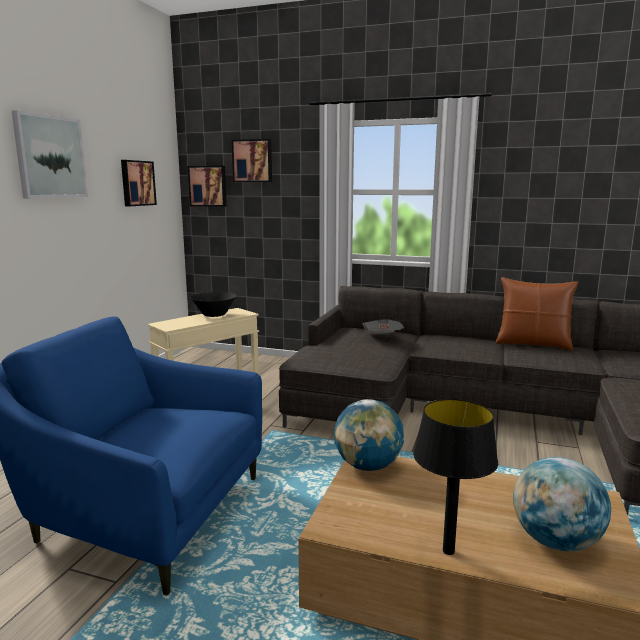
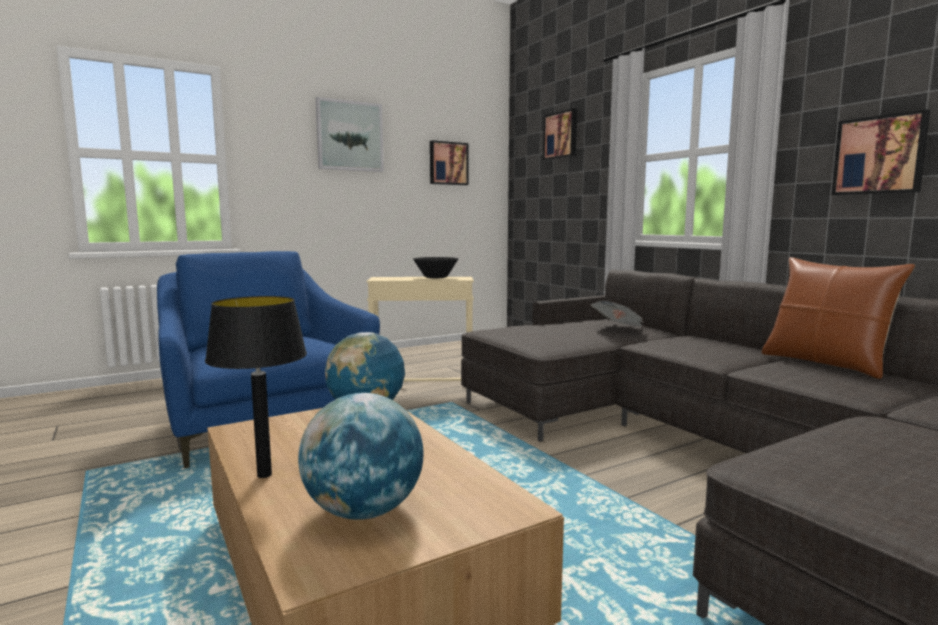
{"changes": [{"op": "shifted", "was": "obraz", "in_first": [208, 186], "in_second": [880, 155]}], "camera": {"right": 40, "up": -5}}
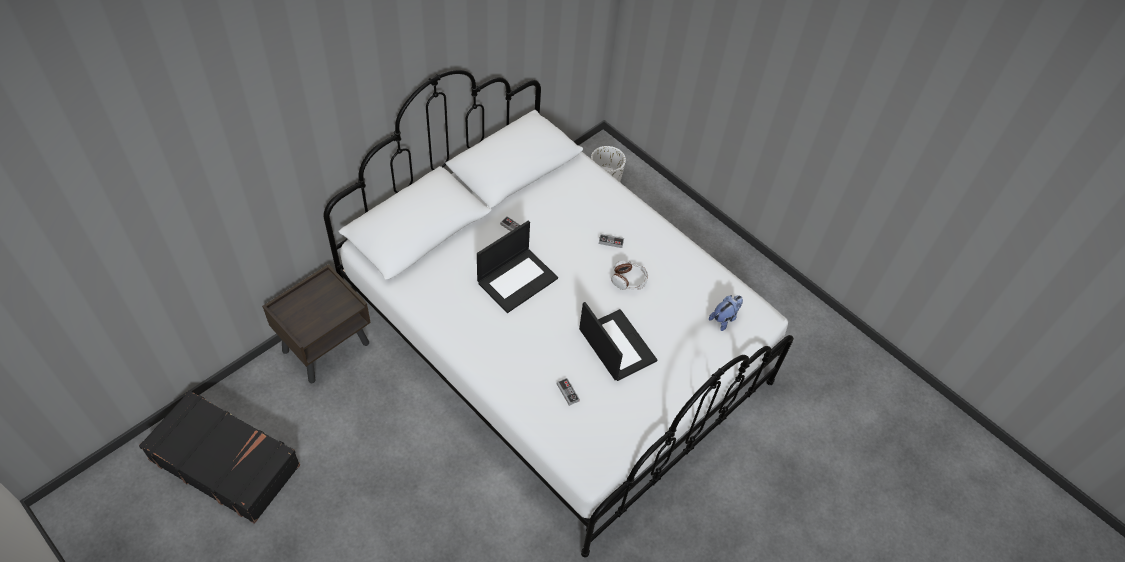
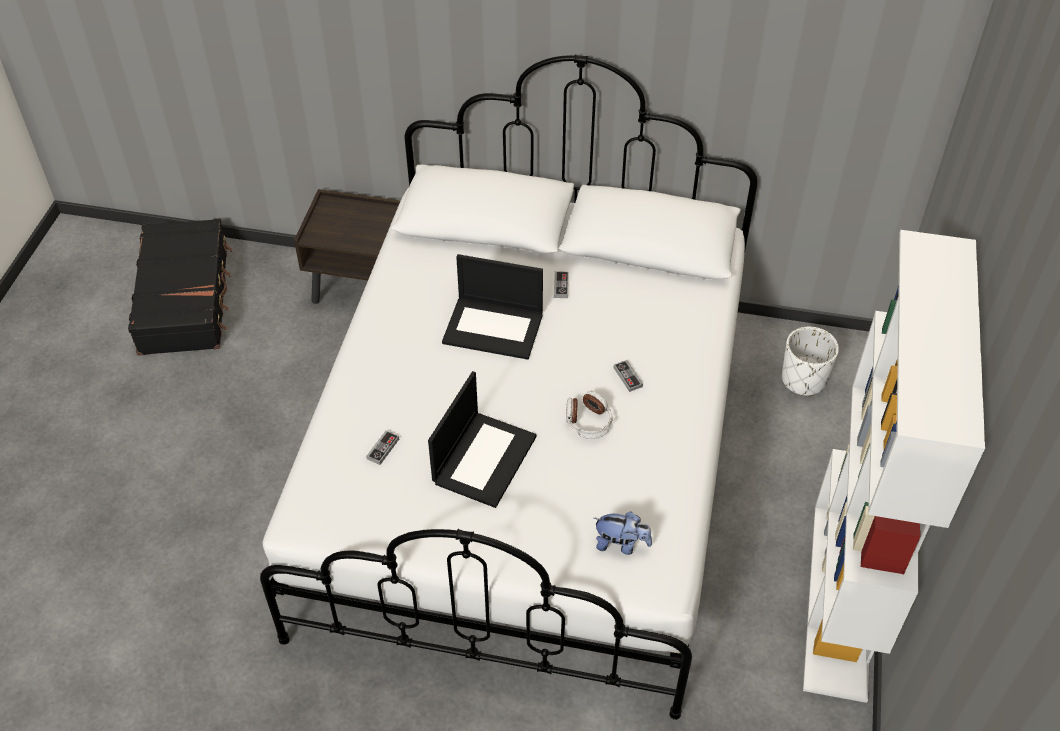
{"changes": [{"op": "new", "now": "regał/biały", "in_second": [840, 600]}], "camera": {"right": 60, "up": -5}}
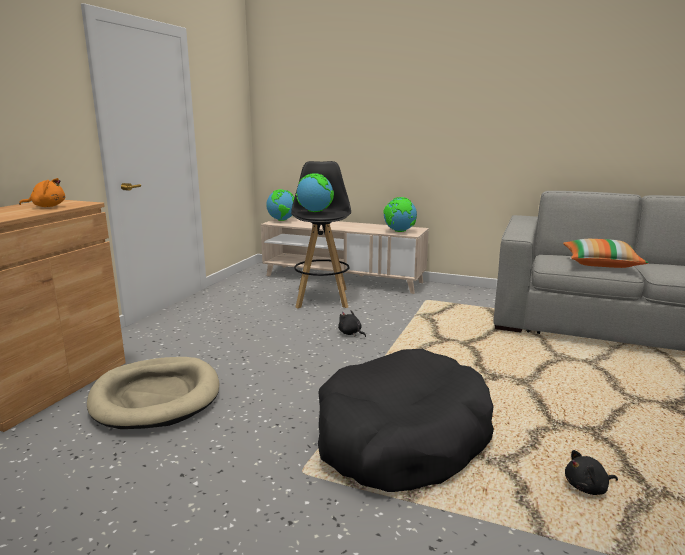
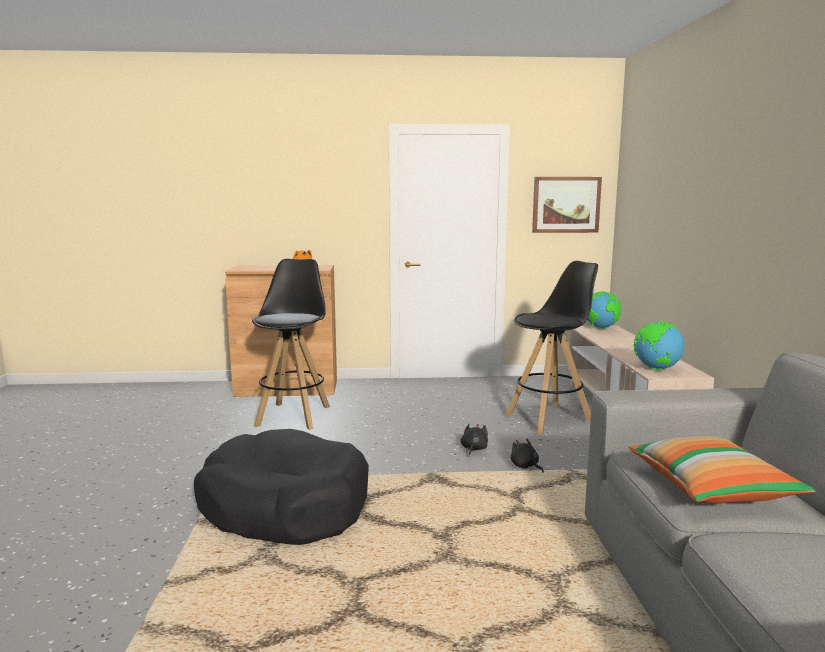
{"changes": [{"op": "swapped", "was": "legowisko/beżowy", "now": "stołek/czarny", "in_first": [156, 397], "in_second": [294, 415]}, {"op": "shifted", "was": "pluszak/czarny", "in_first": [588, 487], "in_second": [525, 466]}, {"op": "new", "now": "obraz", "in_second": [566, 204]}, {"op": "gone", "was": "globus", "in_first": [315, 211]}], "camera": {"right": 65, "up": -5}}
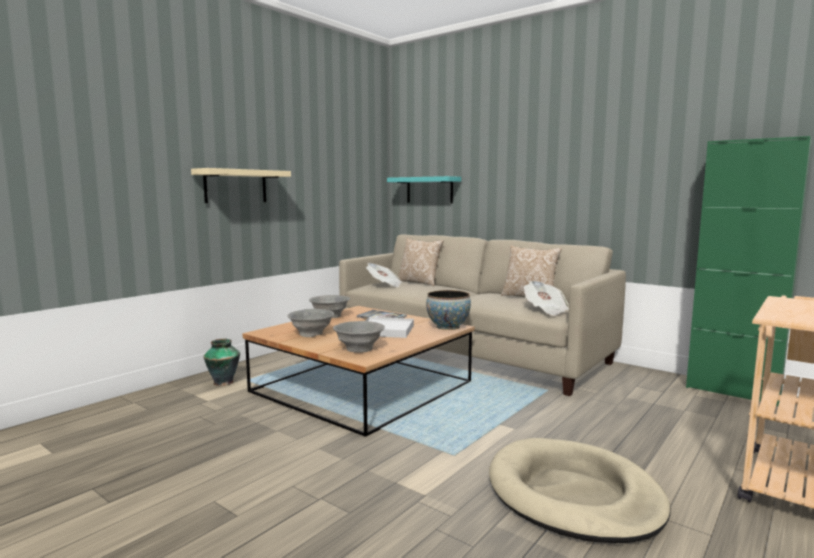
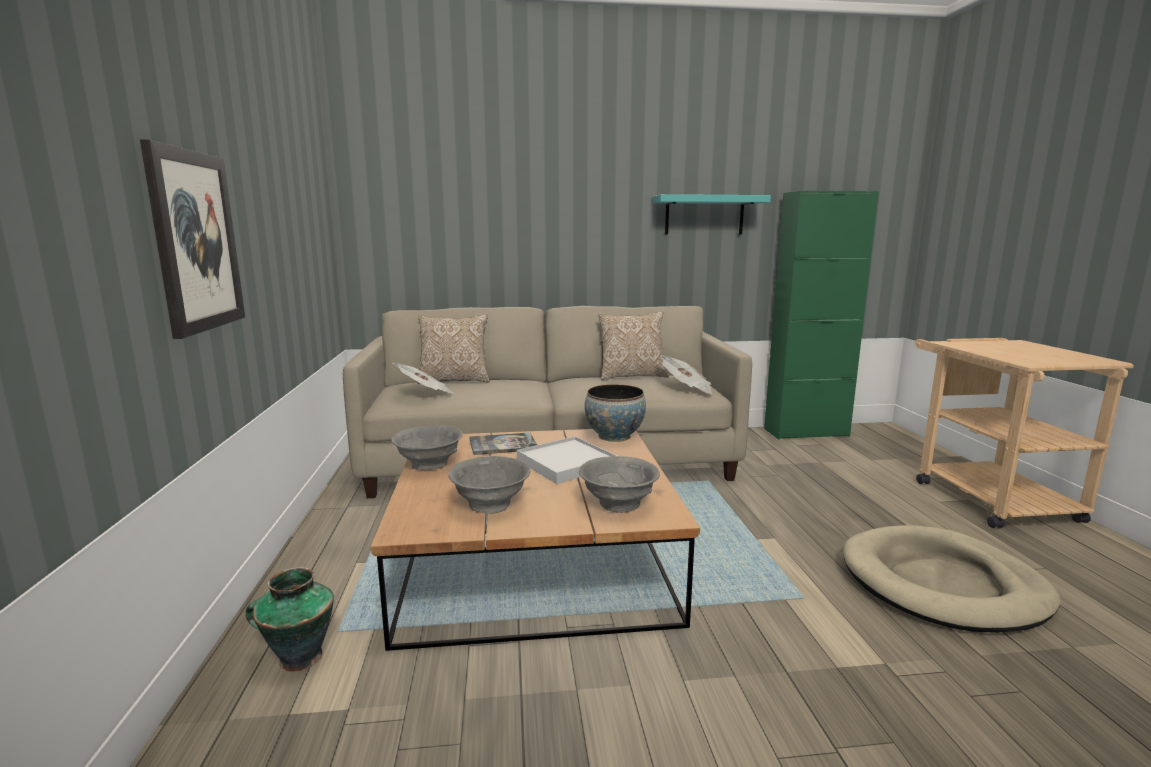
{"changes": [{"op": "swapped", "was": "półka/beżowy", "now": "obraz", "in_first": [235, 186], "in_second": [196, 241]}, {"op": "shifted", "was": "półka/turkusowy", "in_first": [429, 190], "in_second": [704, 215]}], "camera": {"right": -45, "up": 5}}
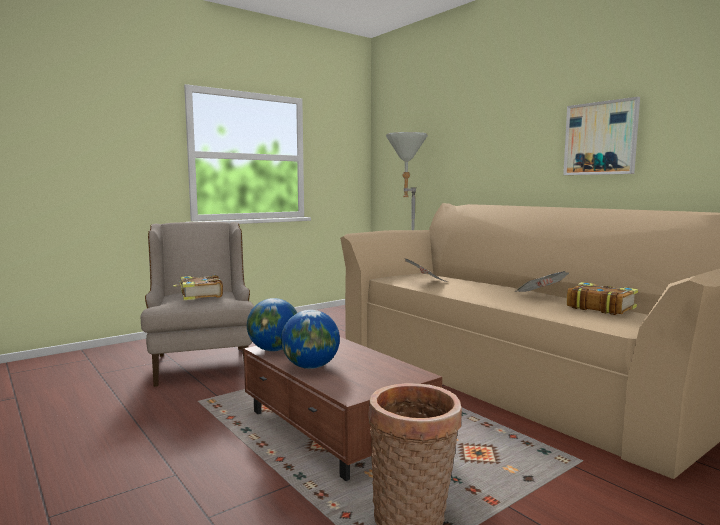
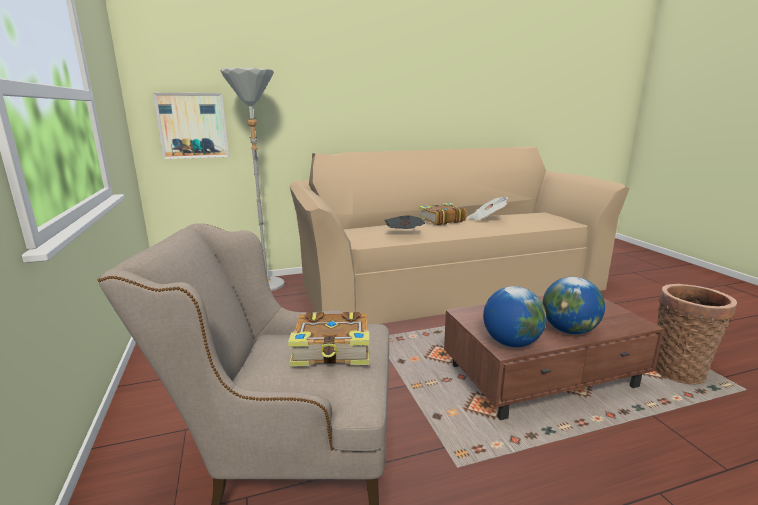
{"changes": [{"op": "shifted", "was": "obraz", "in_first": [600, 138], "in_second": [193, 126]}, {"op": "shifted", "was": "książka", "in_first": [600, 307], "in_second": [441, 220]}], "camera": {"right": -70, "up": 10}}
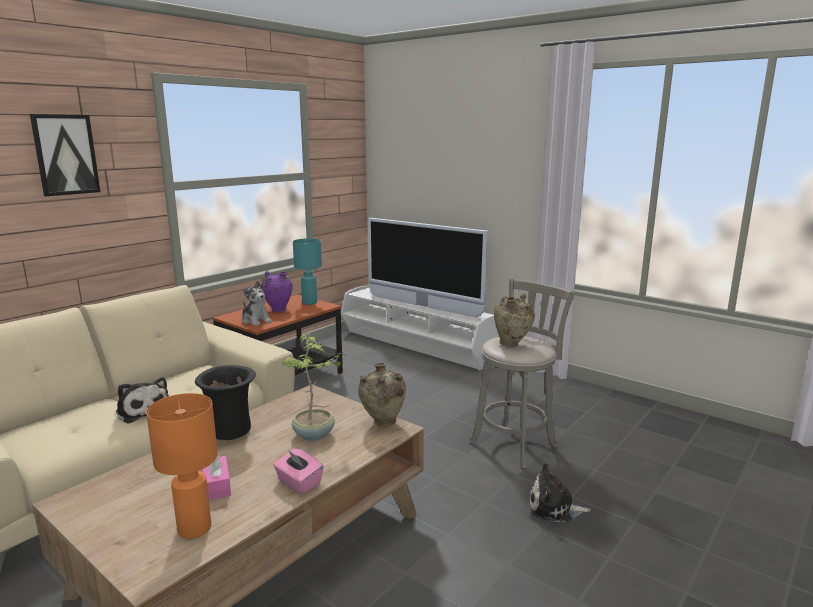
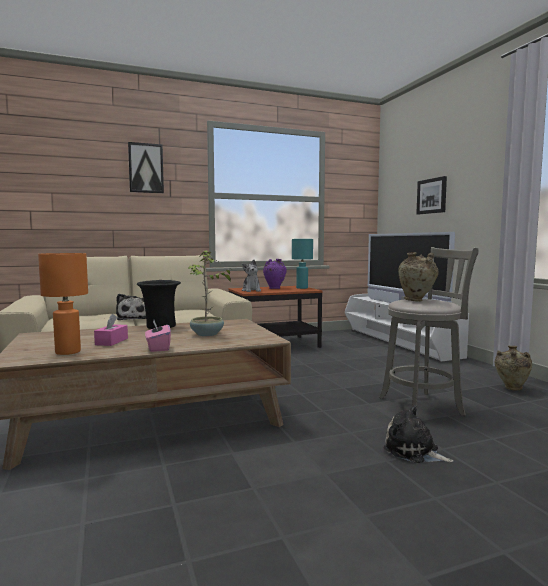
{"changes": [{"op": "new", "now": "obraz", "in_second": [432, 196]}, {"op": "shifted", "was": "wazon/beżowy", "in_first": [382, 423], "in_second": [511, 388]}], "camera": {"right": 30, "up": -10}}
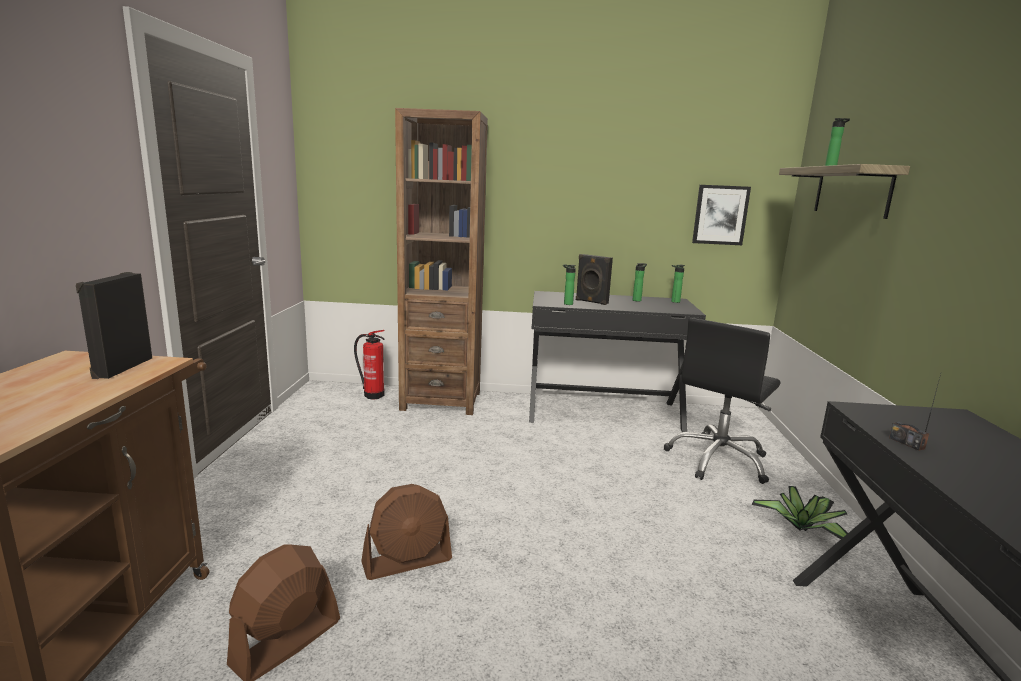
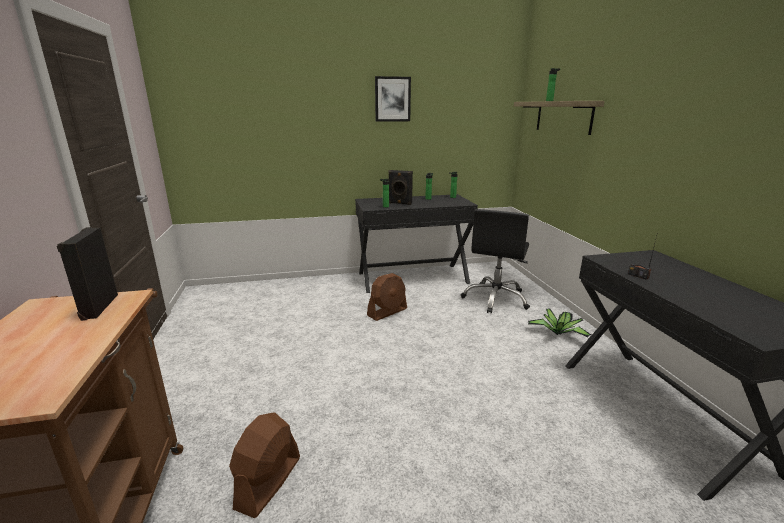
{"changes": [{"op": "shifted", "was": "wentylator/brązowy", "in_first": [407, 561], "in_second": [387, 312]}, {"op": "shifted", "was": "obraz", "in_first": [720, 215], "in_second": [392, 99]}, {"op": "gone", "was": "gaśnica", "in_first": [372, 395]}, {"op": "gone", "was": "regał/brązowy", "in_first": [441, 401]}], "camera": {"right": -15, "up": 5}}
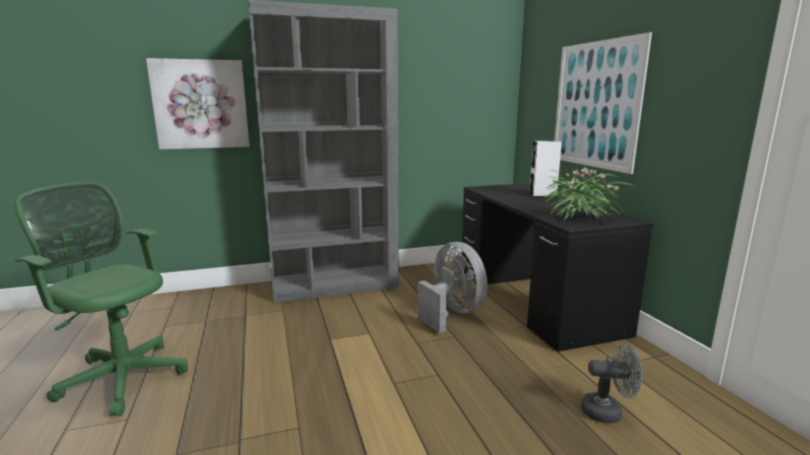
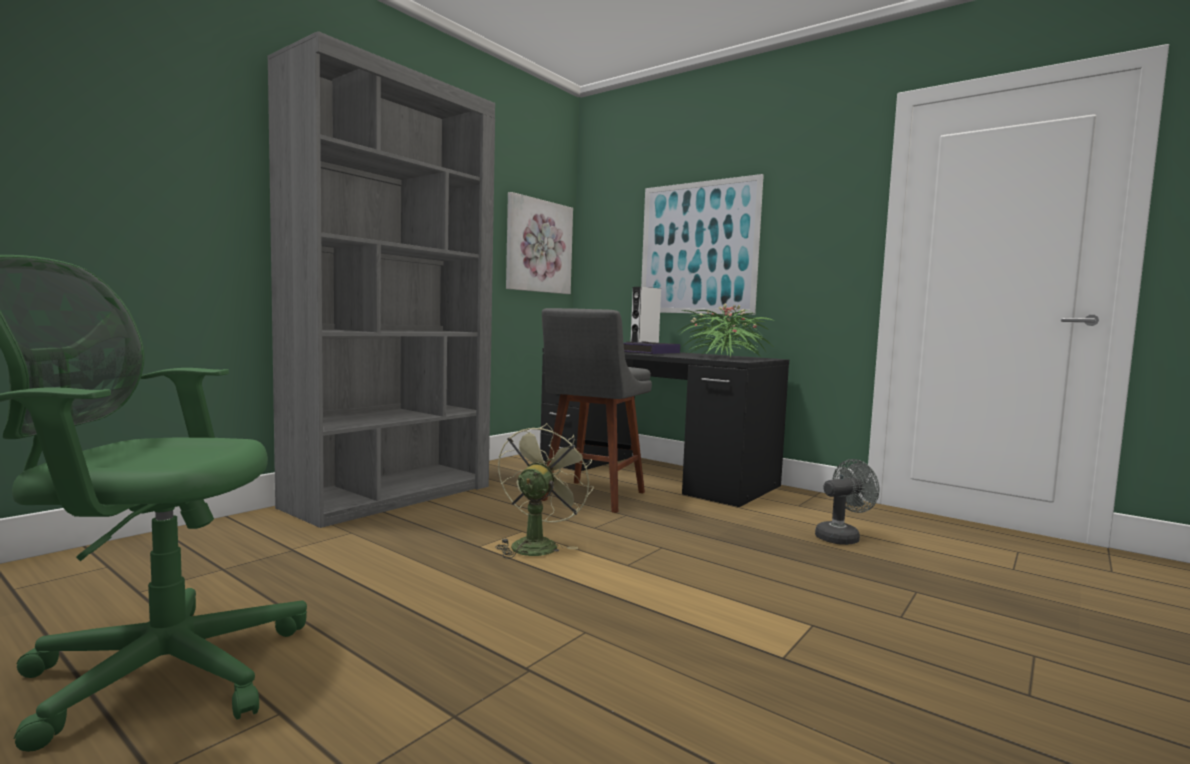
{"changes": [{"op": "new", "now": "wentylator/zielony", "in_second": [537, 544]}, {"op": "shifted", "was": "obraz", "in_first": [201, 104], "in_second": [538, 246]}, {"op": "swapped", "was": "wentylator/szary", "now": "stołek/szary", "in_first": [452, 313], "in_second": [591, 497]}, {"op": "new", "now": "książka", "in_second": [649, 353]}], "camera": {"right": -35, "up": -10}}
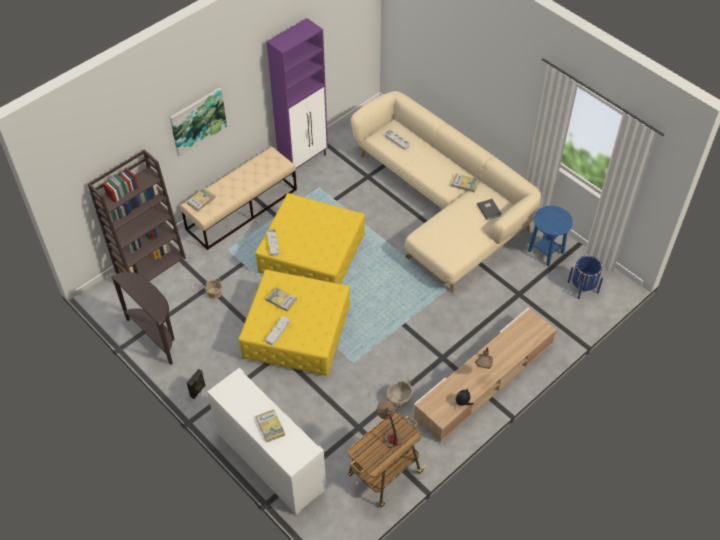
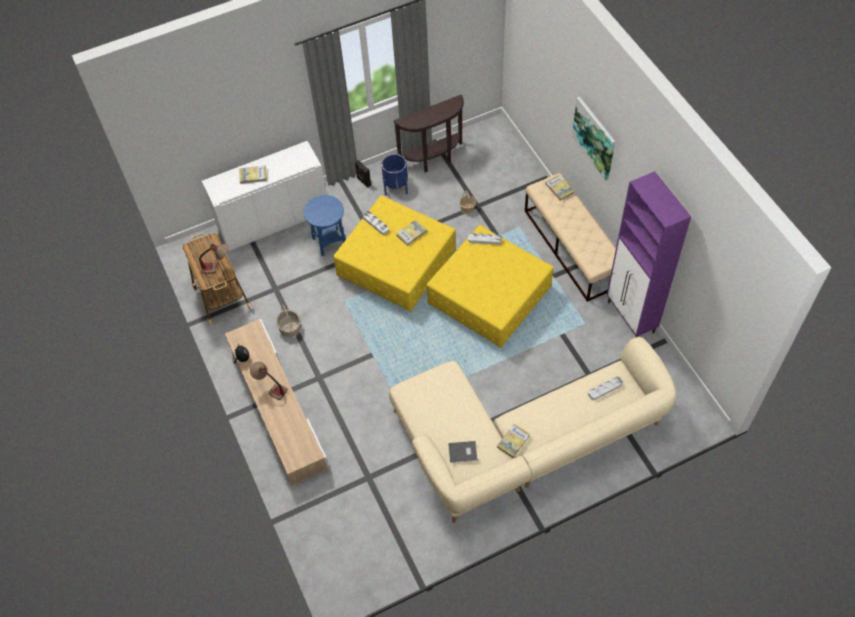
{"changes": [{"op": "shifted", "was": "stolik/niebieski", "in_first": [546, 252], "in_second": [329, 242]}, {"op": "shifted", "was": "donica/niebieski", "in_first": [583, 287], "in_second": [396, 186]}, {"op": "gone", "was": "regał/brązowy", "in_first": [151, 265]}], "camera": {"right": 110, "up": 5}}
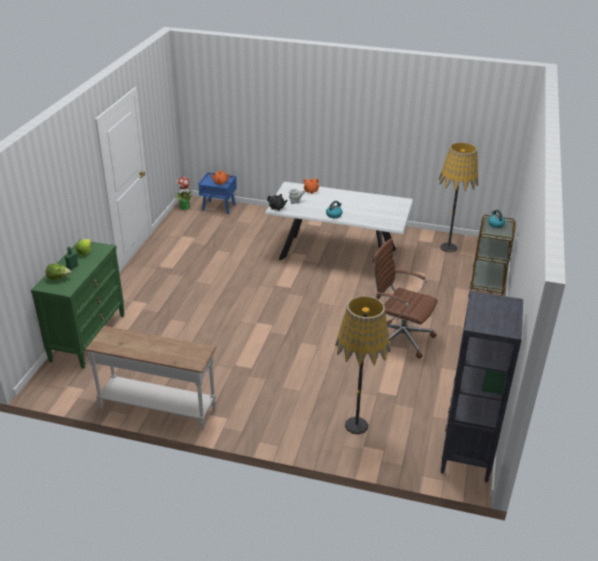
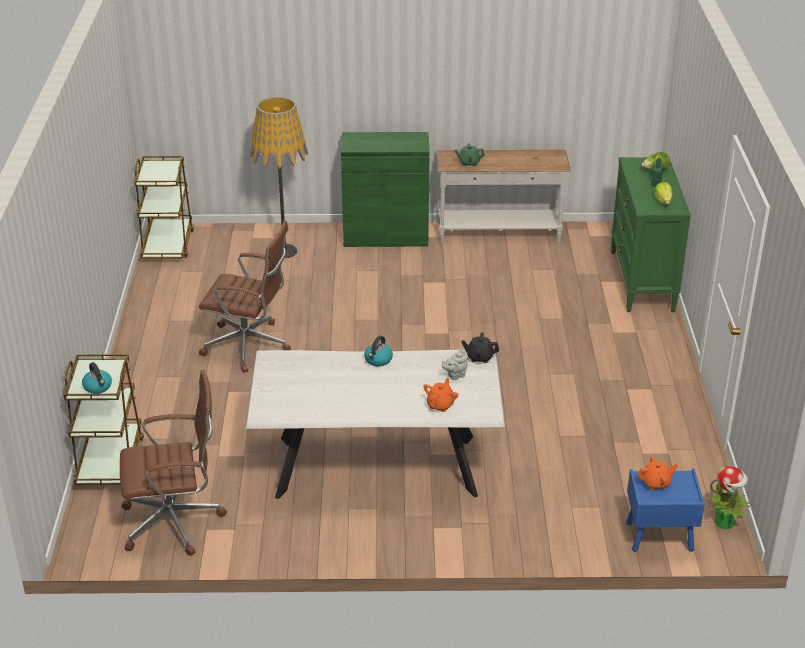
{"changes": [{"op": "swapped", "was": "lampa stojąca", "now": "krzesło biurowe/brązowy", "in_first": [448, 247], "in_second": [175, 522]}, {"op": "swapped", "was": "regał/czarny", "now": "wózek/brązowy", "in_first": [466, 456], "in_second": [168, 245]}, {"op": "new", "now": "szafka/zielony", "in_second": [385, 235]}, {"op": "new", "now": "imbryk/zielony", "in_second": [469, 163]}], "camera": {"right": 165, "up": 0}}
